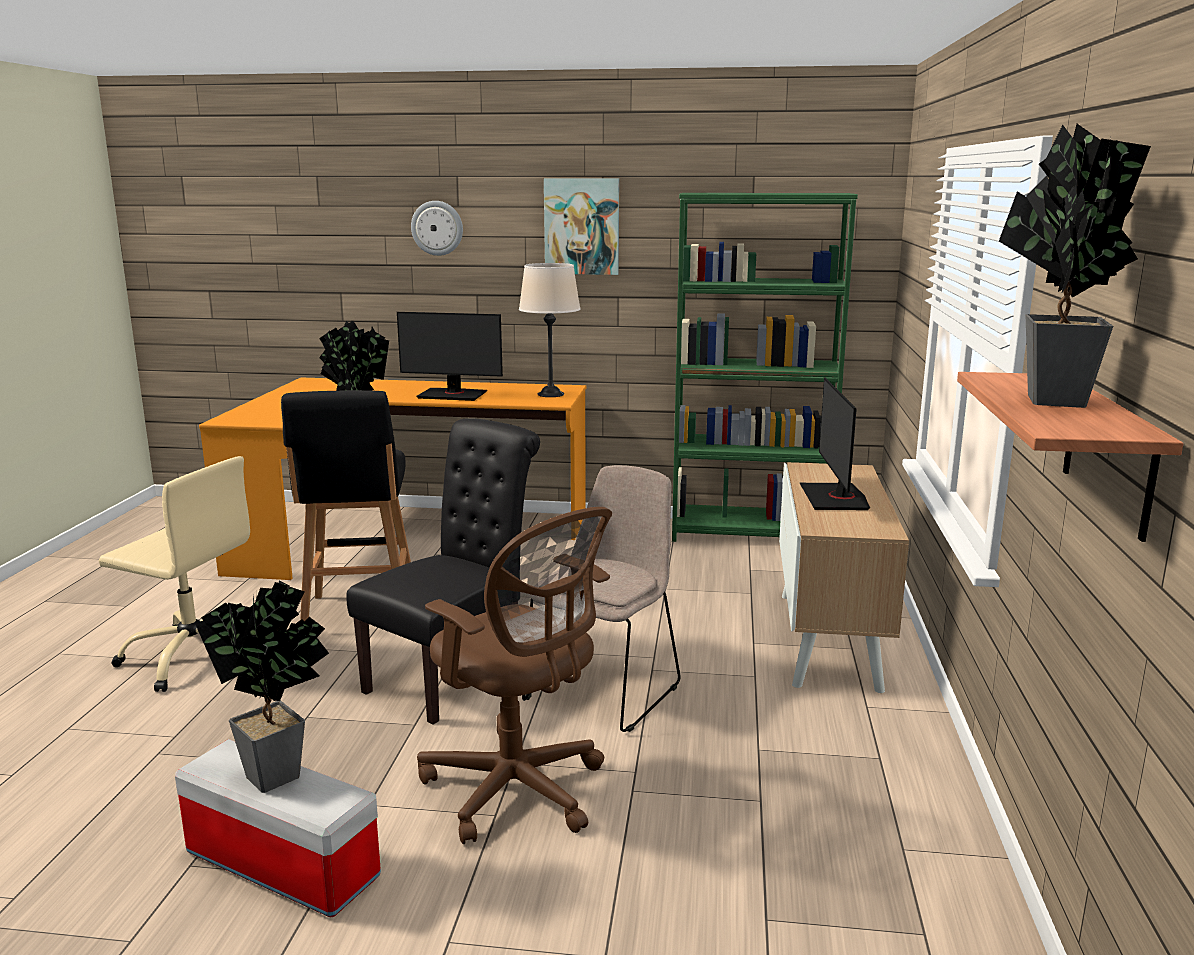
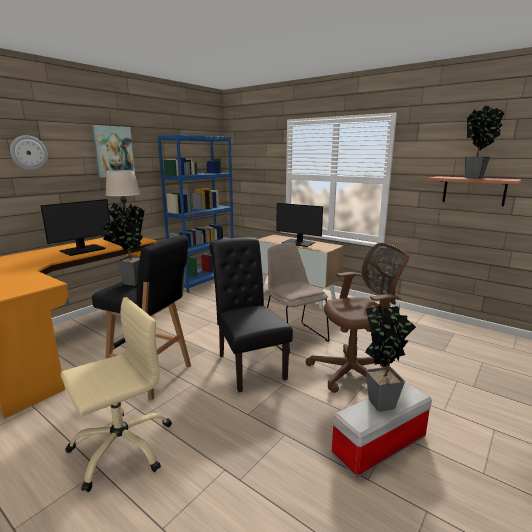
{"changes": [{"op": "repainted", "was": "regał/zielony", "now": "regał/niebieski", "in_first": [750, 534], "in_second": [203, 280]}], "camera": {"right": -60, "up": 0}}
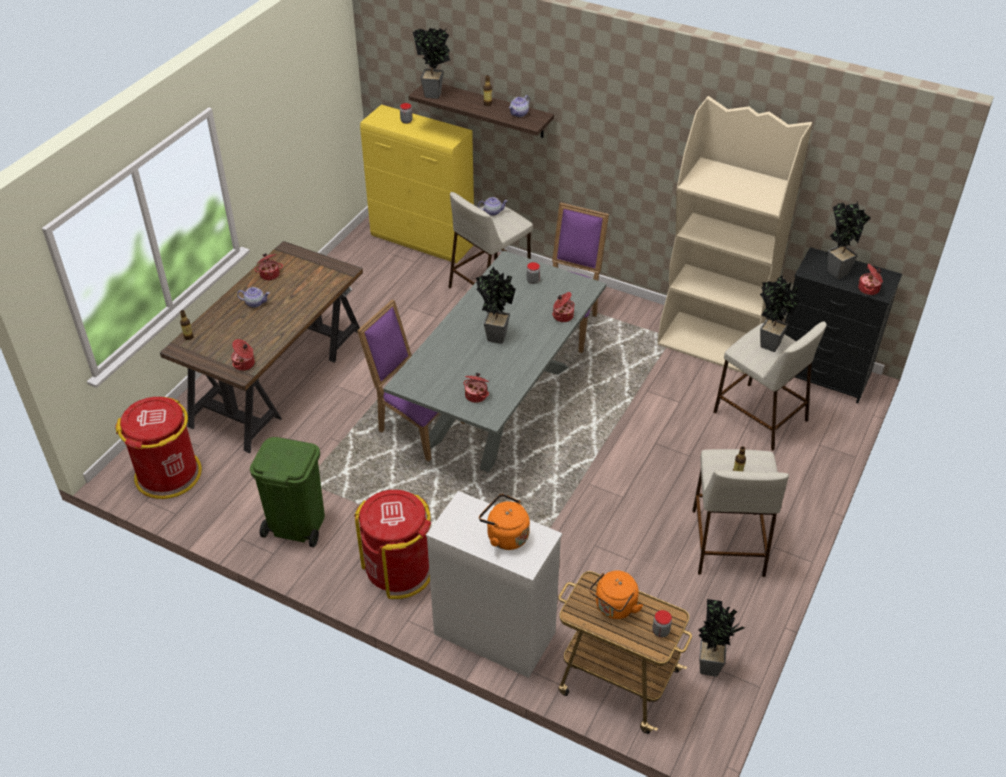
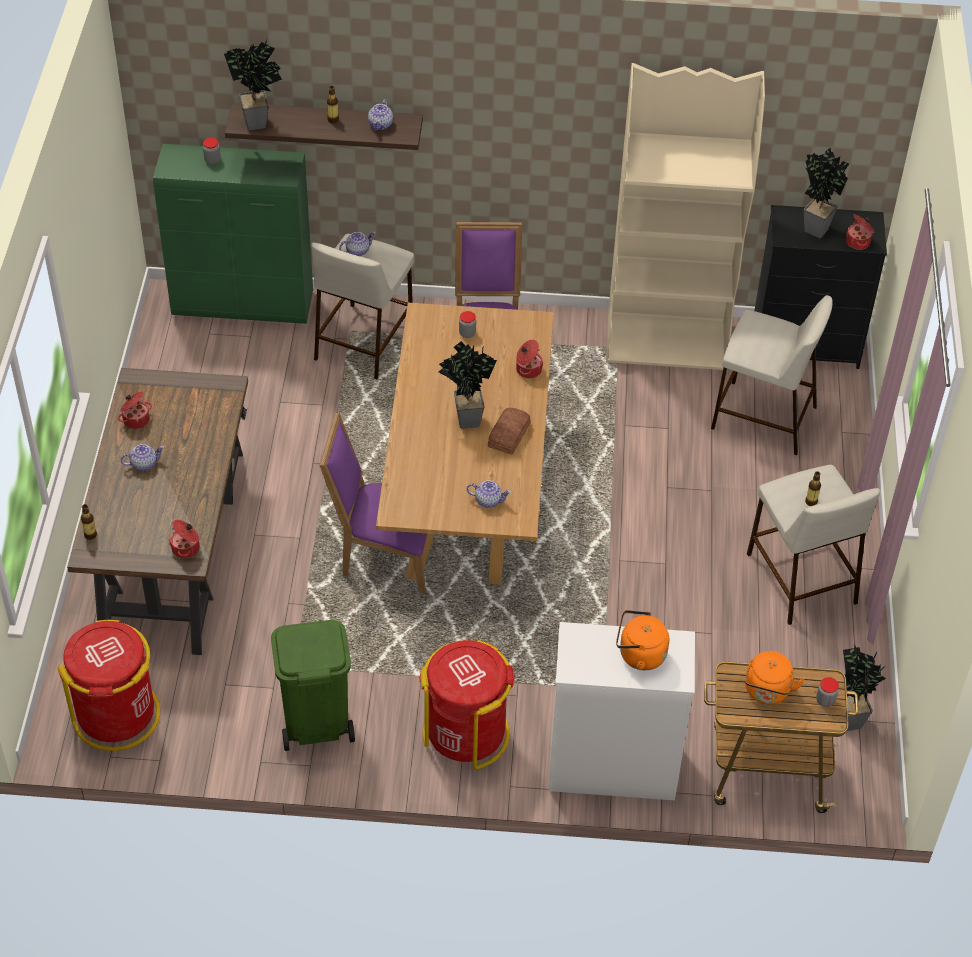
{"changes": [{"op": "repainted", "was": "szafka/żółty", "now": "szafka/zielony", "in_first": [423, 241], "in_second": [244, 304]}, {"op": "repainted", "was": "stół jadalny/szary", "now": "stół jadalny/brązowy", "in_first": [499, 405], "in_second": [465, 496]}, {"op": "swapped", "was": "garnek", "now": "imbryk", "in_first": [476, 395], "in_second": [488, 500]}, {"op": "new", "now": "chleb", "in_second": [510, 435]}, {"op": "gone", "was": "roślina doniczkowa", "in_first": [767, 343]}], "camera": {"right": -25, "up": 5}}
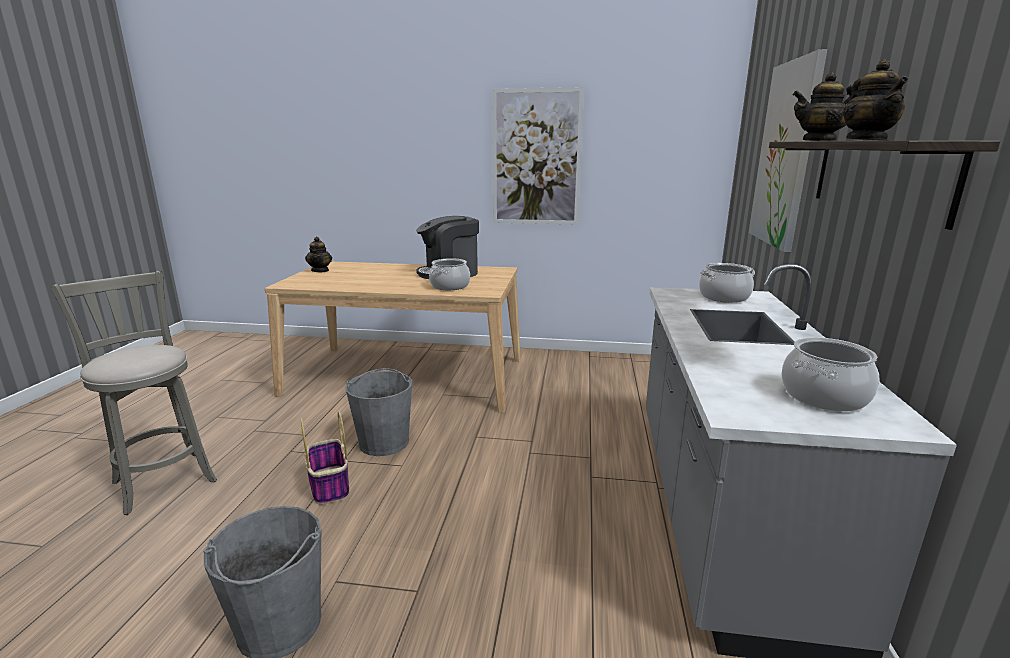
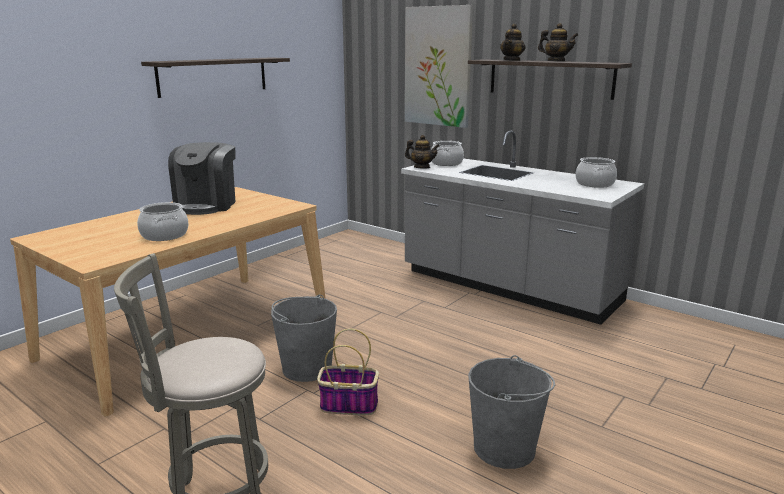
{"changes": [{"op": "shifted", "was": "garnek", "in_first": [449, 286], "in_second": [164, 235]}, {"op": "swapped", "was": "obraz", "now": "półka", "in_first": [536, 158], "in_second": [213, 76]}, {"op": "shifted", "was": "imbryk", "in_first": [320, 270], "in_second": [421, 167]}], "camera": {"right": -60, "up": 0}}
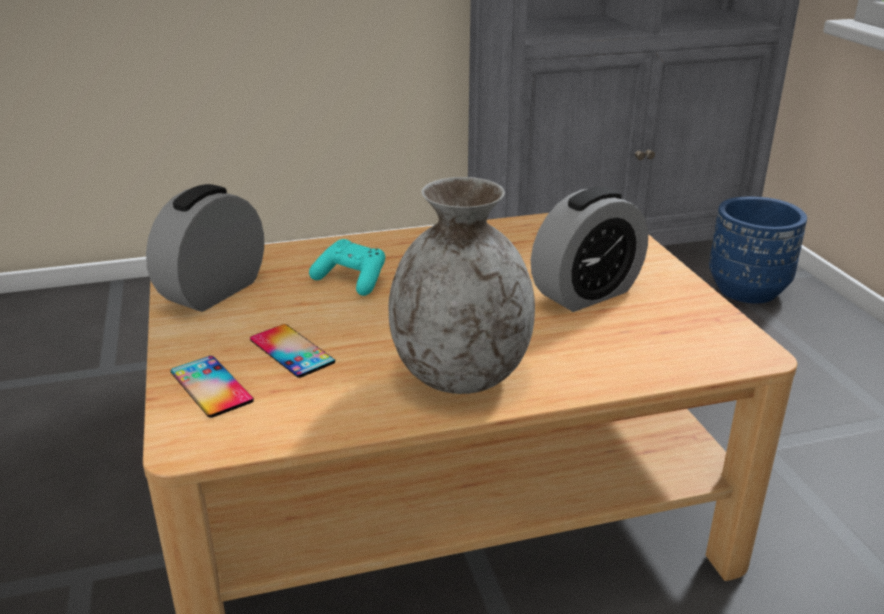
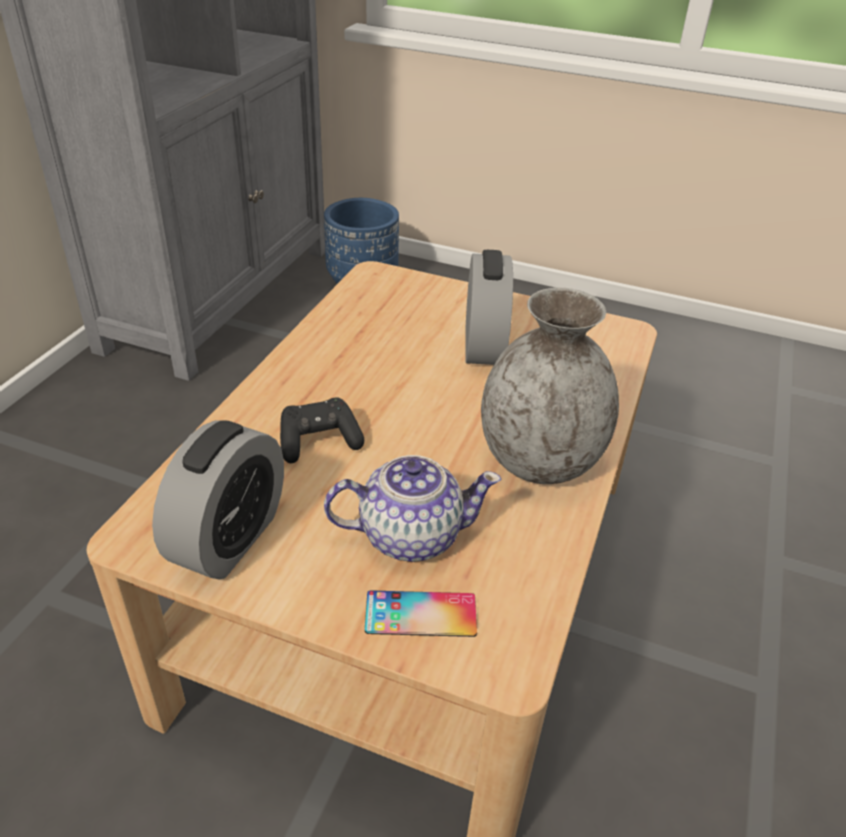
{"changes": [{"op": "rotated", "was": "budzik", "in_first": [214, 291], "in_second": [229, 538], "clockwise": -135}, {"op": "repainted", "was": "pad do gier/turkusowy", "now": "pad do gier/czarny", "in_first": [351, 280], "in_second": [319, 442]}, {"op": "swapped", "was": "telefon", "now": "imbryk", "in_first": [291, 351], "in_second": [409, 535]}], "camera": {"right": -55, "up": 10}}
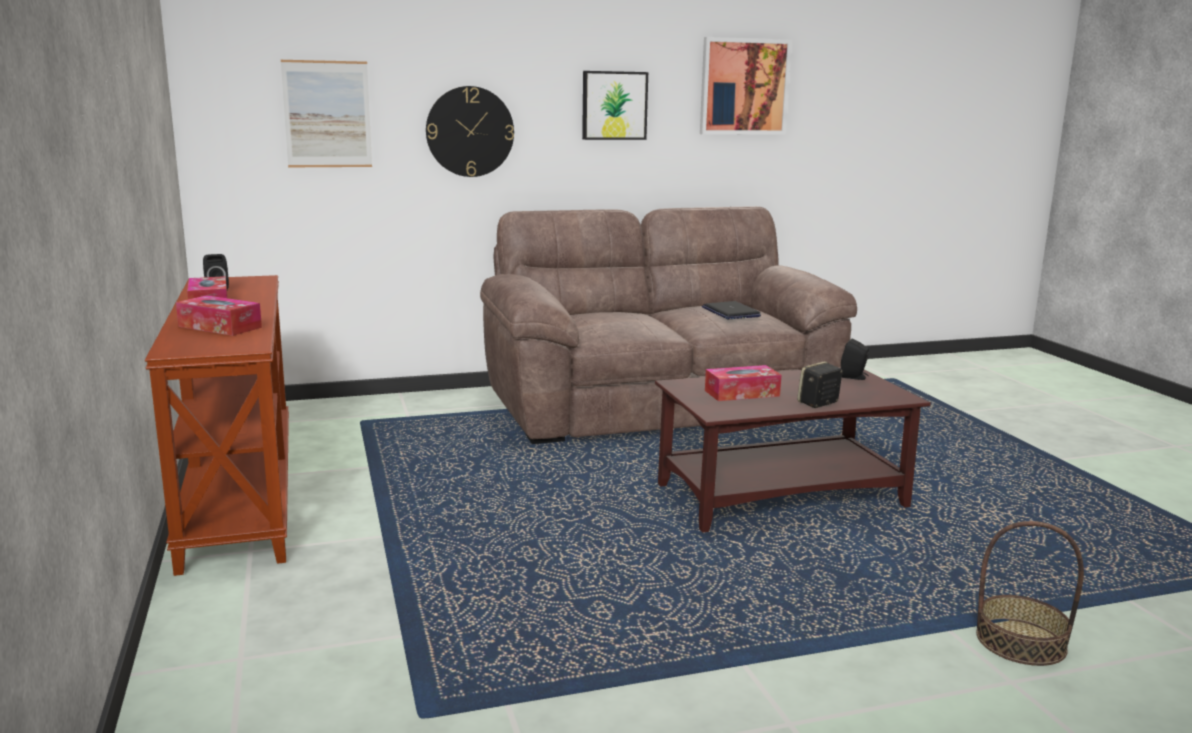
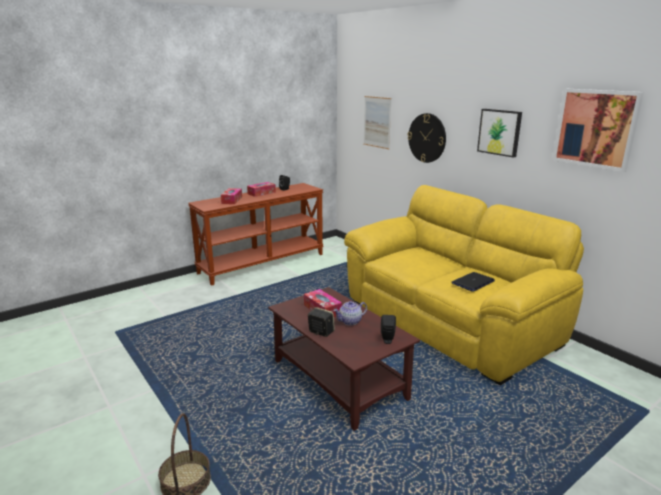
{"changes": [{"op": "new", "now": "imbryk", "in_second": [350, 321]}, {"op": "repainted", "was": "kanapa/brązowy", "now": "kanapa/żółty", "in_first": [656, 404], "in_second": [450, 320]}], "camera": {"right": 70, "up": 5}}
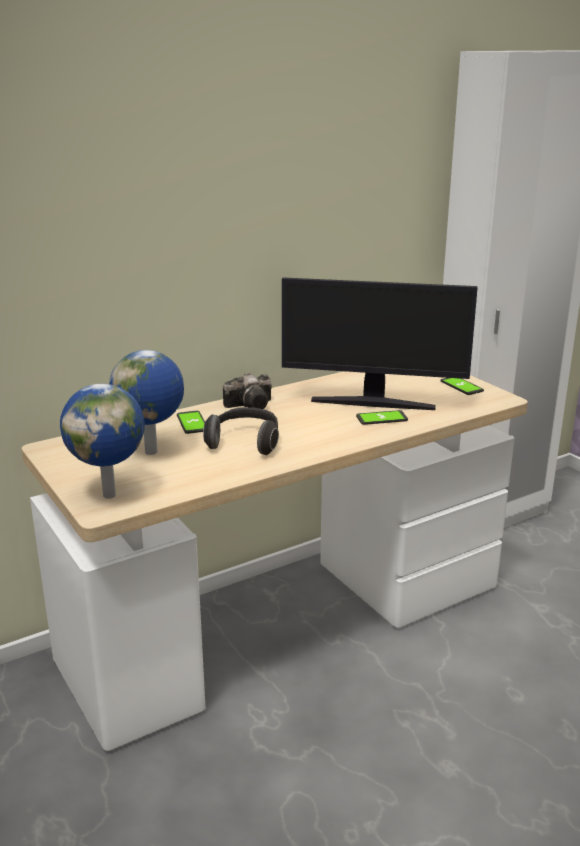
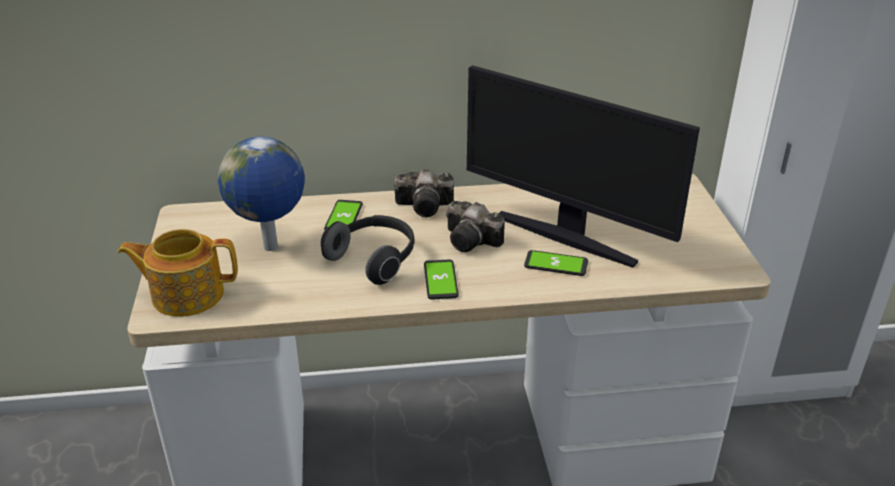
{"changes": [{"op": "swapped", "was": "globus", "now": "imbryk", "in_first": [110, 494], "in_second": [186, 294]}, {"op": "shifted", "was": "telefon", "in_first": [461, 386], "in_second": [440, 280]}, {"op": "new", "now": "aparat fotograficzny", "in_second": [473, 241]}], "camera": {"right": 25, "up": 10}}
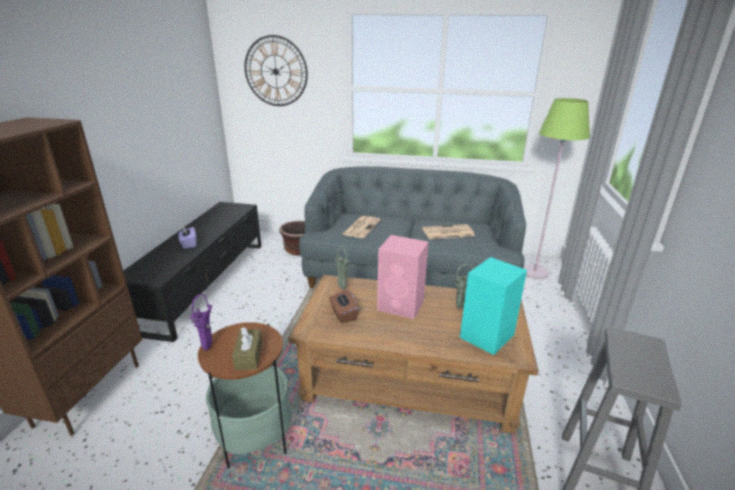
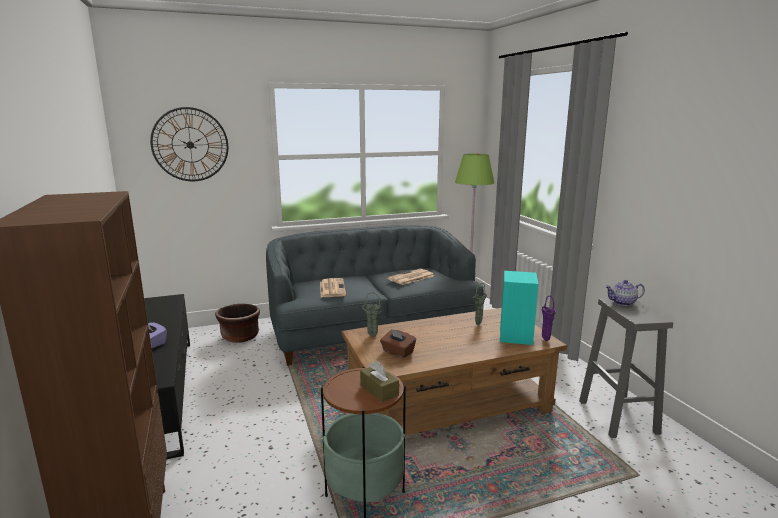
{"changes": [{"op": "shifted", "was": "wazon/fioletowy", "in_first": [209, 347], "in_second": [544, 339]}, {"op": "new", "now": "imbryk", "in_second": [622, 302]}, {"op": "gone", "was": "głośnik/różowy", "in_first": [402, 305]}], "camera": {"right": -30, "up": -10}}
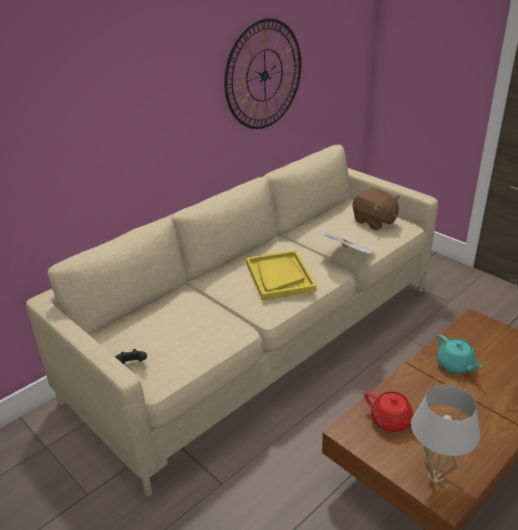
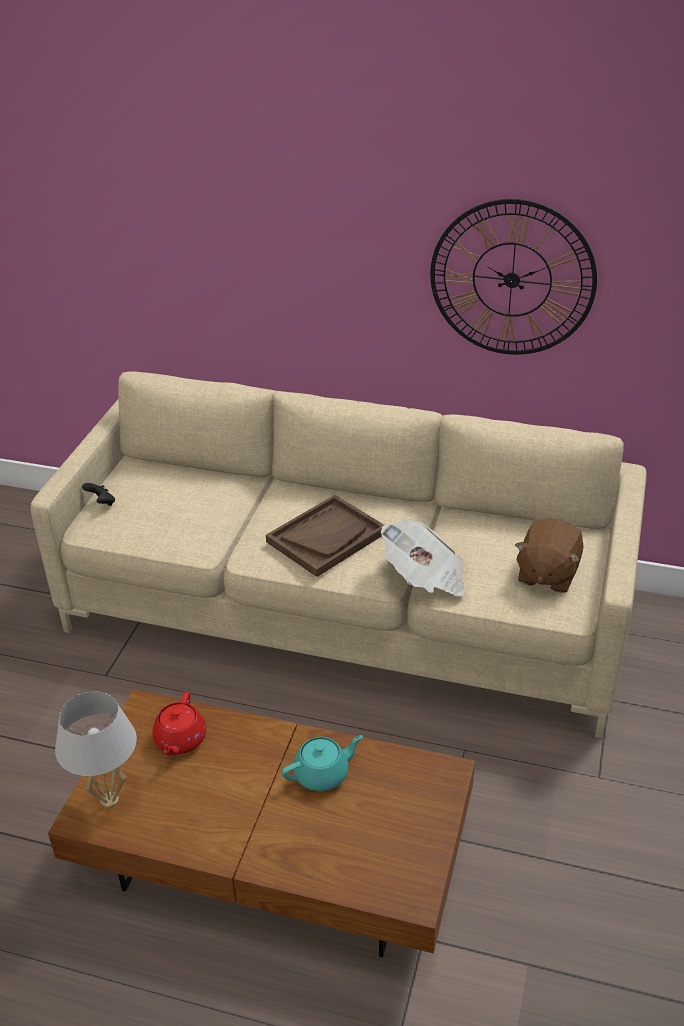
{"changes": [{"op": "repainted", "was": "taca/żółty", "now": "taca/brązowy", "in_first": [279, 276], "in_second": [326, 537]}, {"op": "rotated", "was": "imbryk/turkusowy", "in_first": [455, 365], "in_second": [323, 774], "clockwise": -150}], "camera": {"right": 60, "up": 5}}
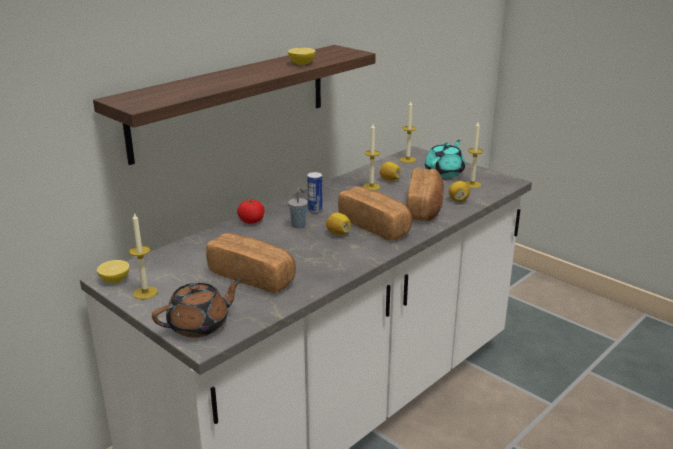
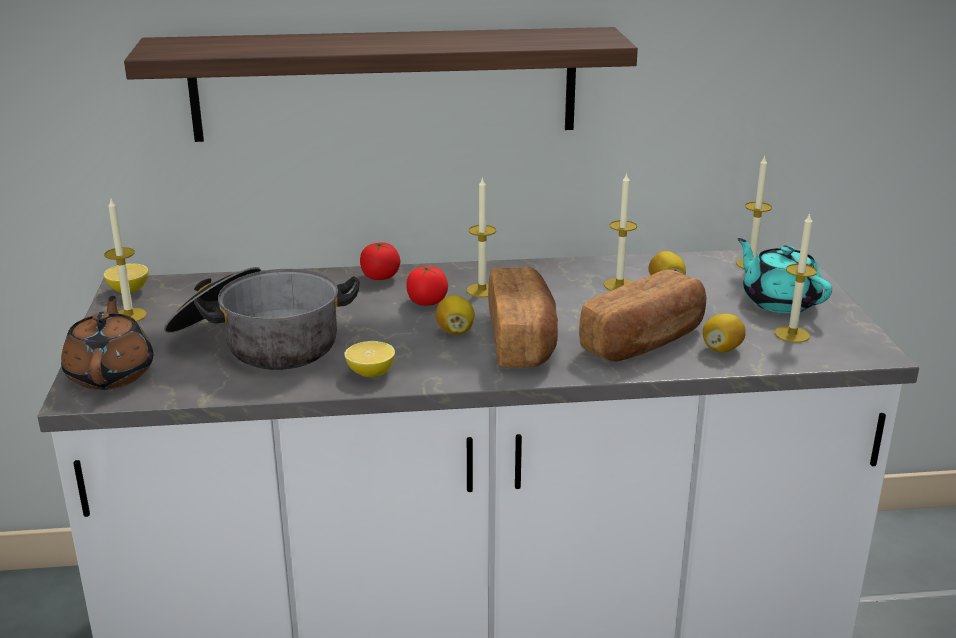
{"changes": [{"op": "rotated", "was": "imbryk/brązowy", "in_first": [200, 325], "in_second": [111, 374], "clockwise": -105}, {"op": "swapped", "was": "chleb", "now": "garnek", "in_first": [253, 276], "in_second": [259, 343]}, {"op": "shifted", "was": "cytryna", "in_first": [301, 64], "in_second": [370, 373]}, {"op": "swapped", "was": "filiżanka/szary", "now": "pomidor", "in_first": [299, 225], "in_second": [427, 302]}, {"op": "swapped", "was": "puszka", "now": "świeca", "in_first": [315, 210], "in_second": [482, 290]}, {"op": "rotated", "was": "imbryk/turkusowy", "in_first": [444, 172], "in_second": [779, 301], "clockwise": -105}], "camera": {"right": 40, "up": 0}}
